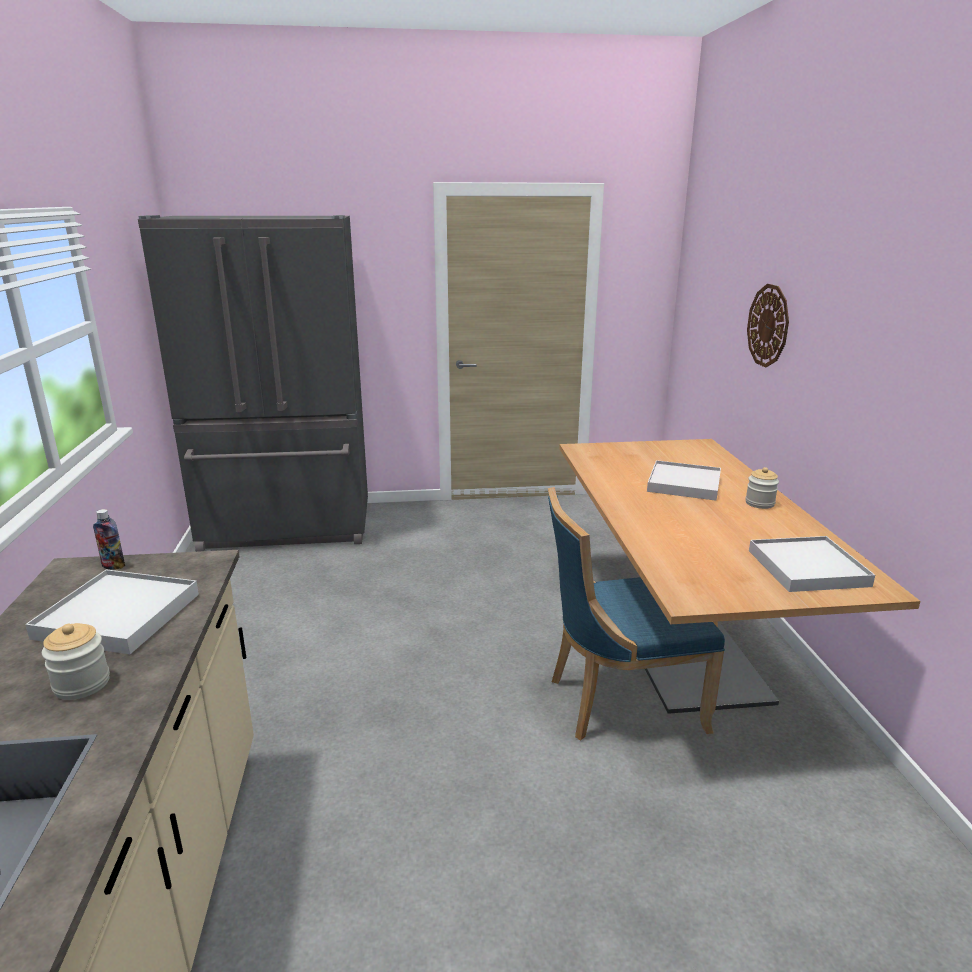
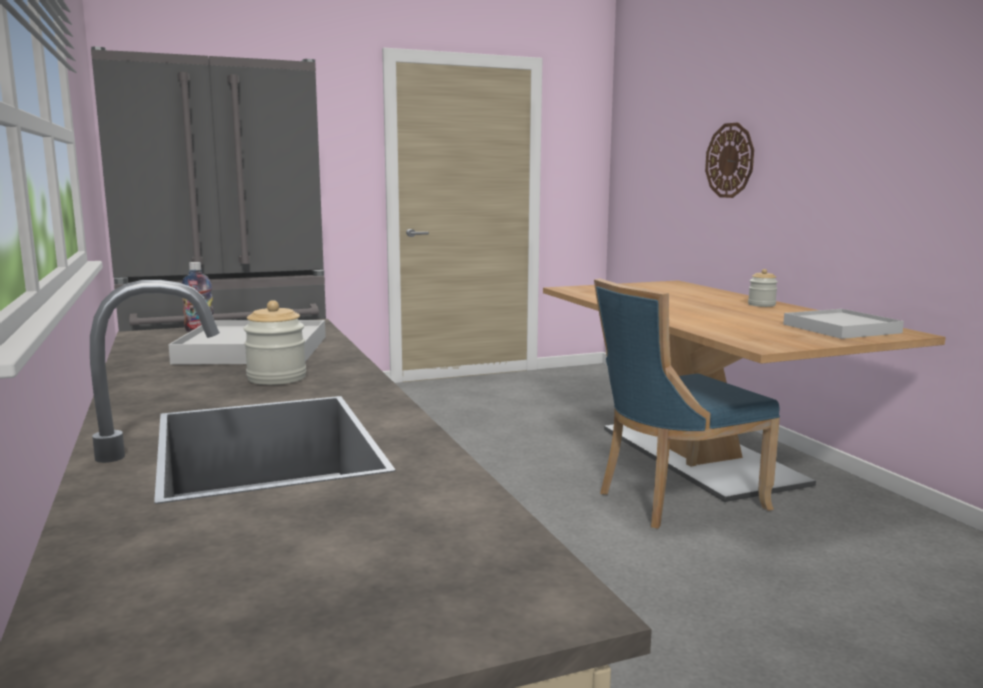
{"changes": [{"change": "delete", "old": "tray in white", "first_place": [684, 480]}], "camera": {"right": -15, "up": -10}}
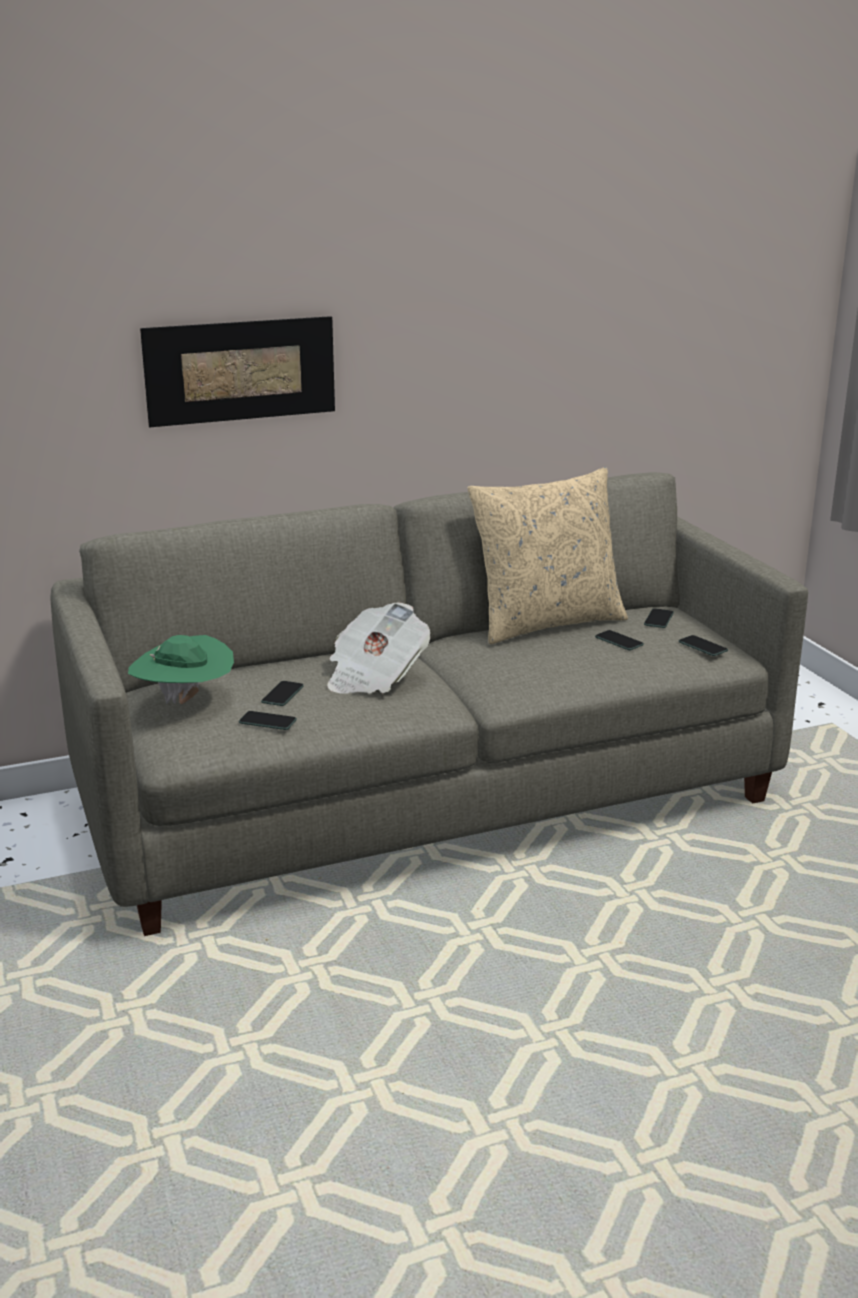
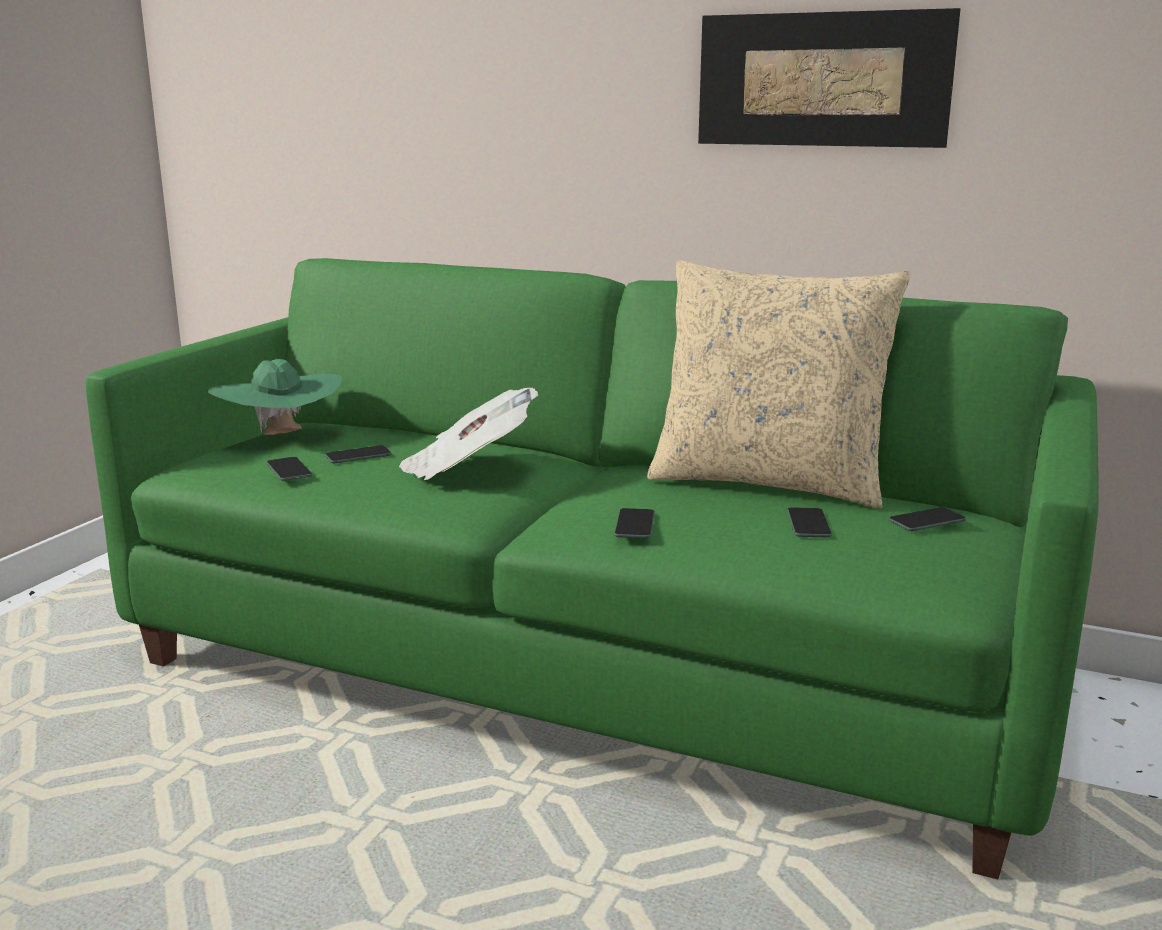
{"changes": [{"change": "move", "old": "picture", "first_place": [237, 371], "second_place": [829, 78]}, {"change": "recolor", "old": "sofa in grey", "new": "sofa in green", "first_place": [429, 704], "second_place": [592, 568]}, {"change": "move", "old": "phone", "first_place": [703, 645], "second_place": [634, 523]}], "camera": {"right": 45, "up": -5}}
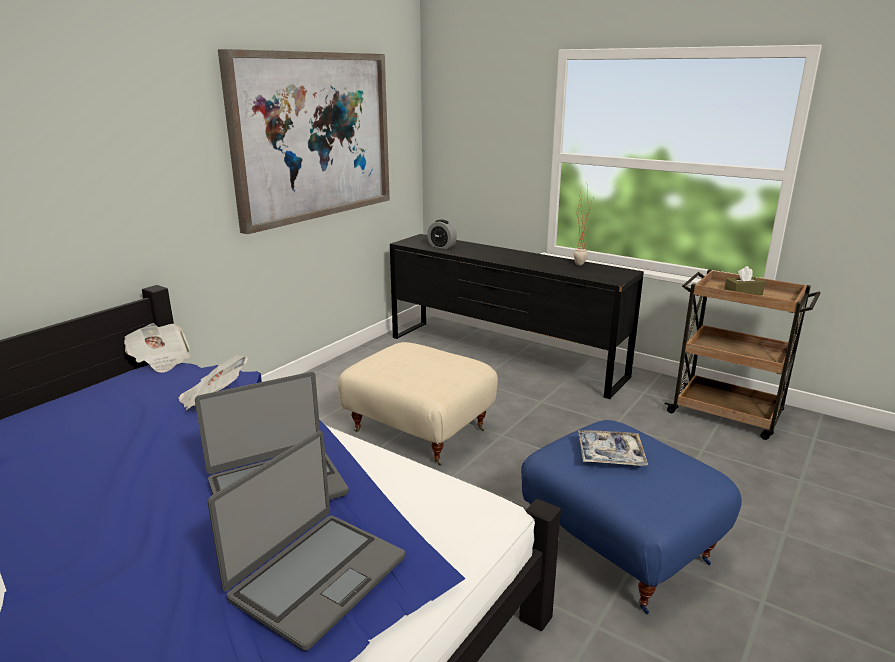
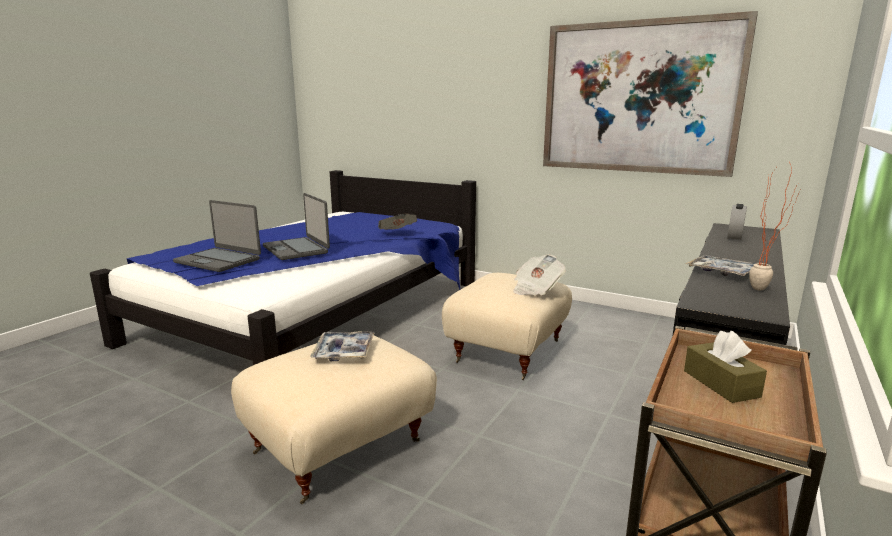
{"changes": [{"change": "move", "old": "newspaper", "first_place": [157, 348], "second_place": [539, 275]}, {"change": "recolor", "old": "ottoman in blue", "new": "ottoman in beige", "first_place": [631, 517], "second_place": [334, 420]}, {"change": "insert", "new": "tray", "second_place": [720, 265]}], "camera": {"right": 85, "up": -5}}
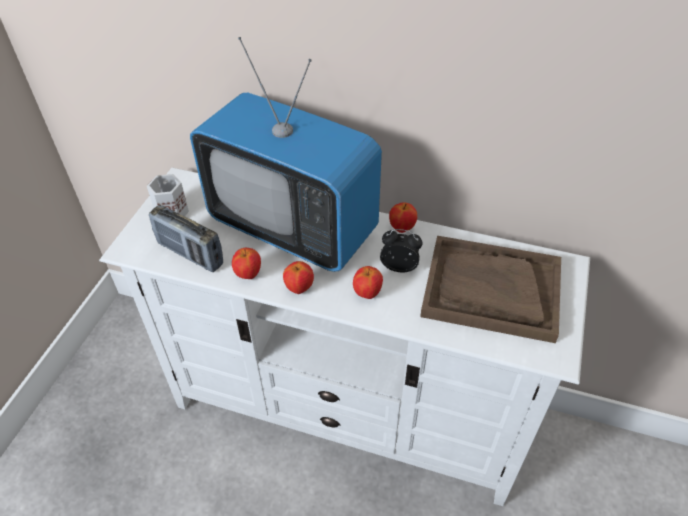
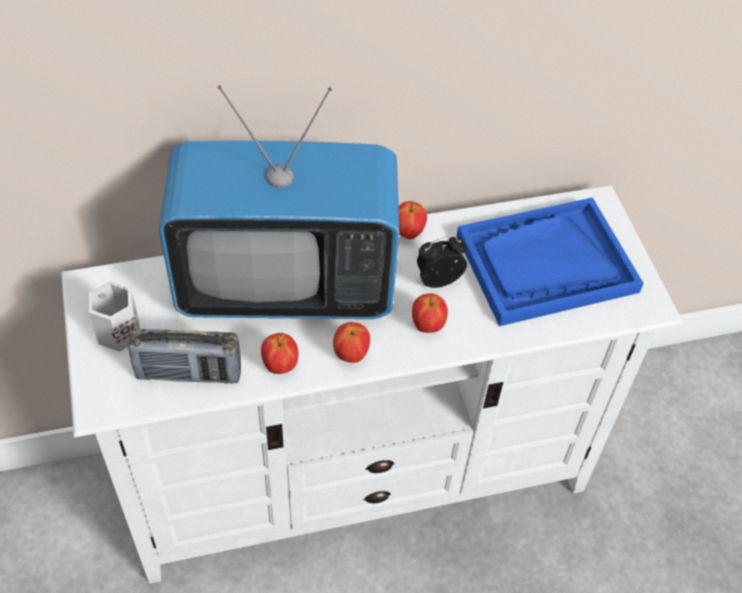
{"changes": [{"change": "recolor", "old": "tray in brown", "new": "tray in blue", "first_place": [490, 289], "second_place": [550, 261]}], "camera": {"right": -35, "up": 5}}
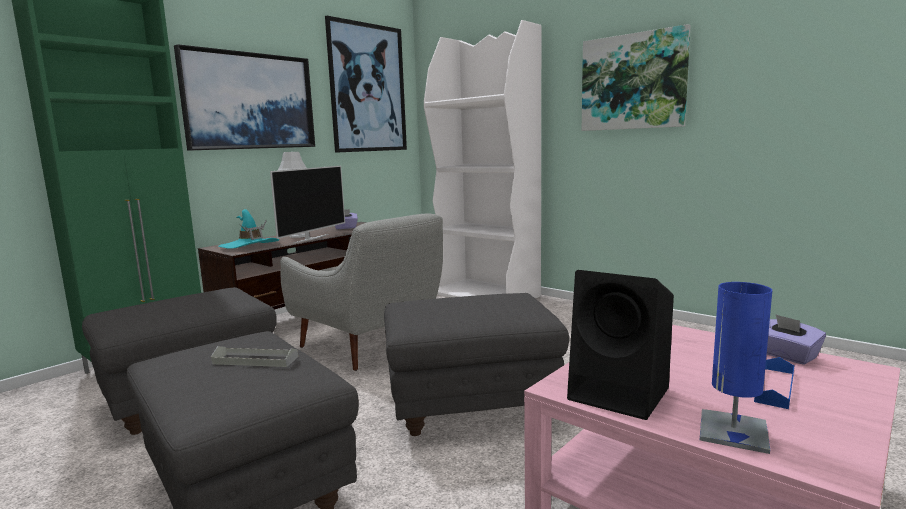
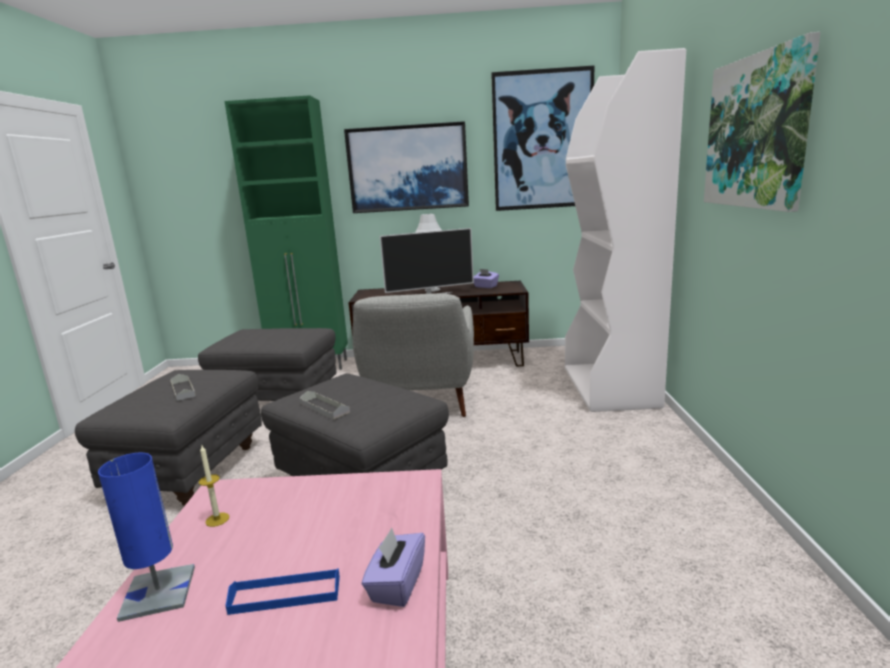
{"changes": [{"change": "delete", "old": "hat in turquoise", "first_place": [248, 229]}, {"change": "replace", "old": "speaker in black", "new": "candle", "first_place": [620, 345], "second_place": [214, 486]}, {"change": "insert", "new": "tray in grey", "second_place": [325, 405]}], "camera": {"right": 50, "up": 5}}
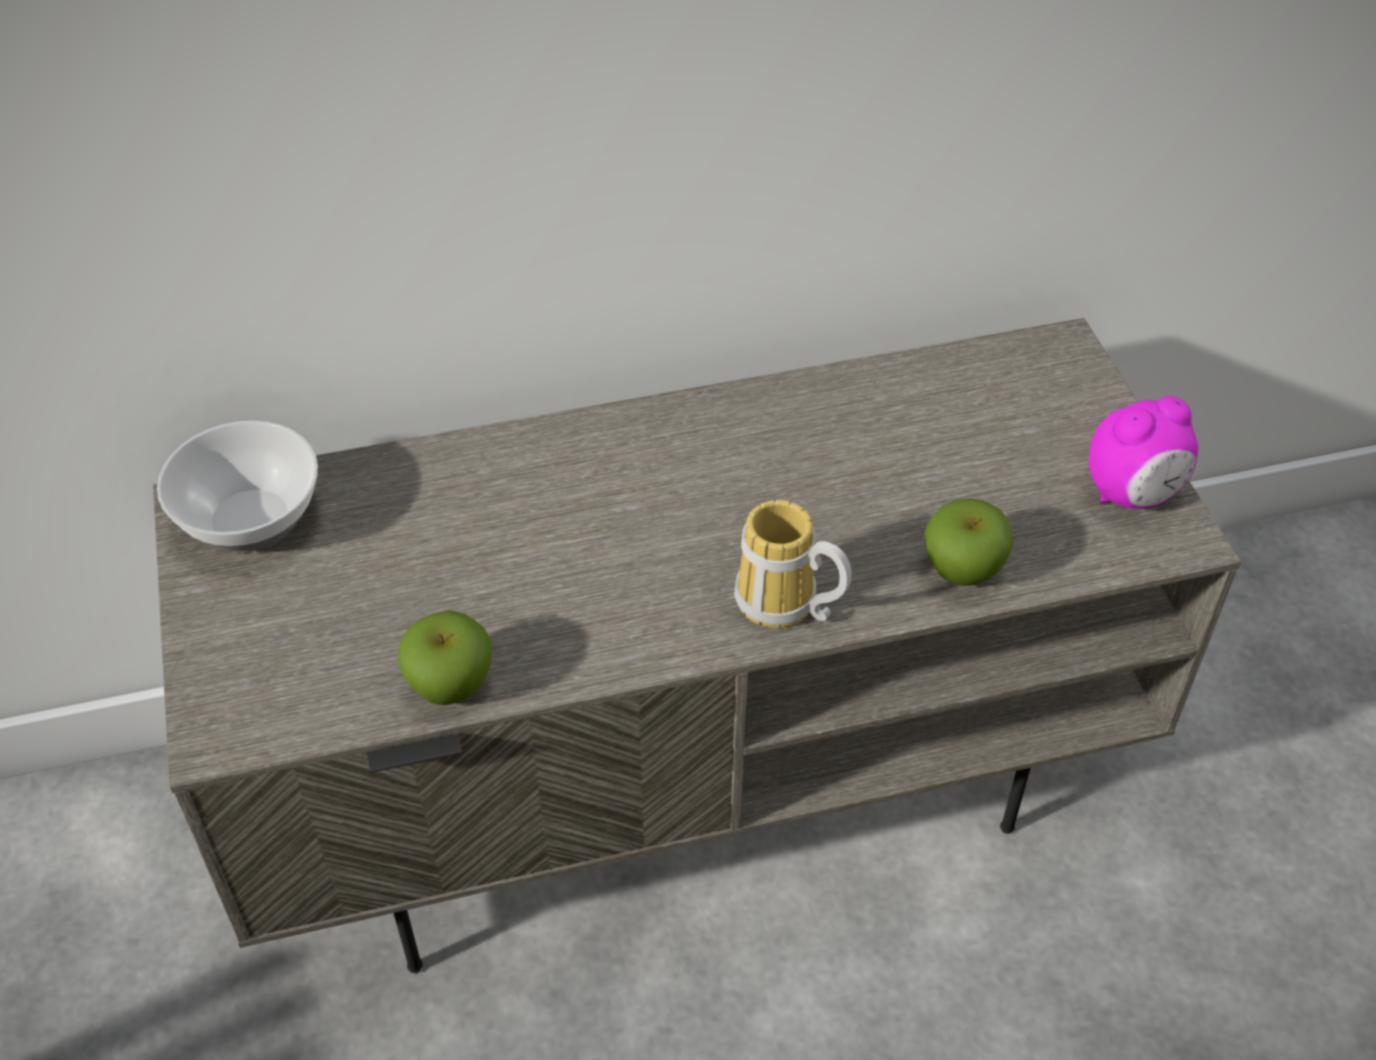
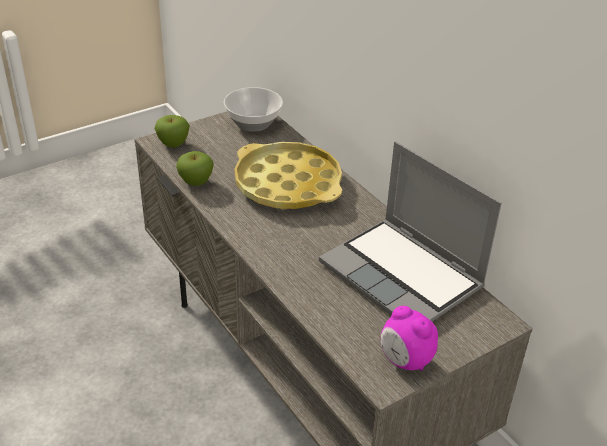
{"changes": [{"change": "move", "old": "apple", "first_place": [968, 542], "second_place": [172, 131]}, {"change": "delete", "old": "mug", "first_place": [793, 564]}, {"change": "insert", "new": "laptop", "second_place": [410, 231]}, {"change": "insert", "new": "tray in yellow", "second_place": [288, 176]}], "camera": {"right": 70, "up": -10}}
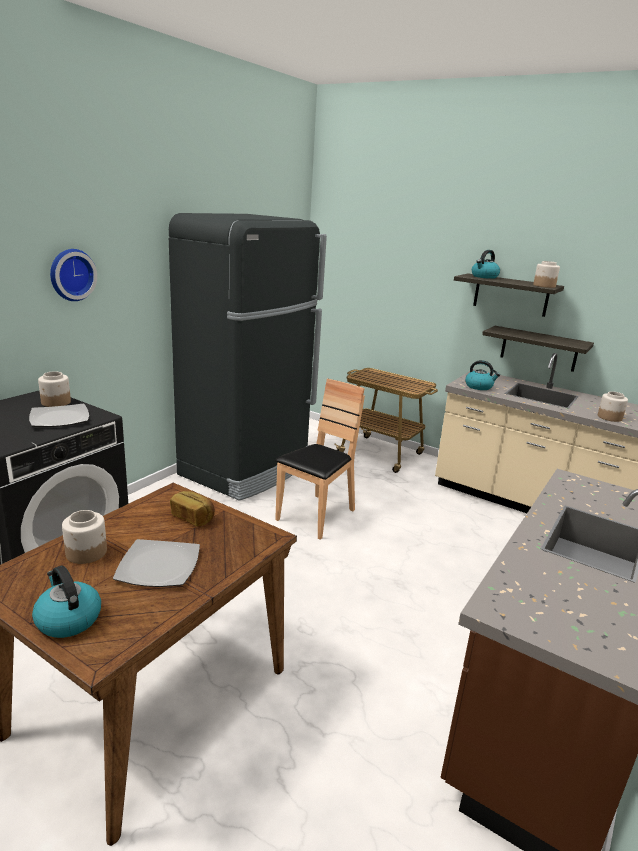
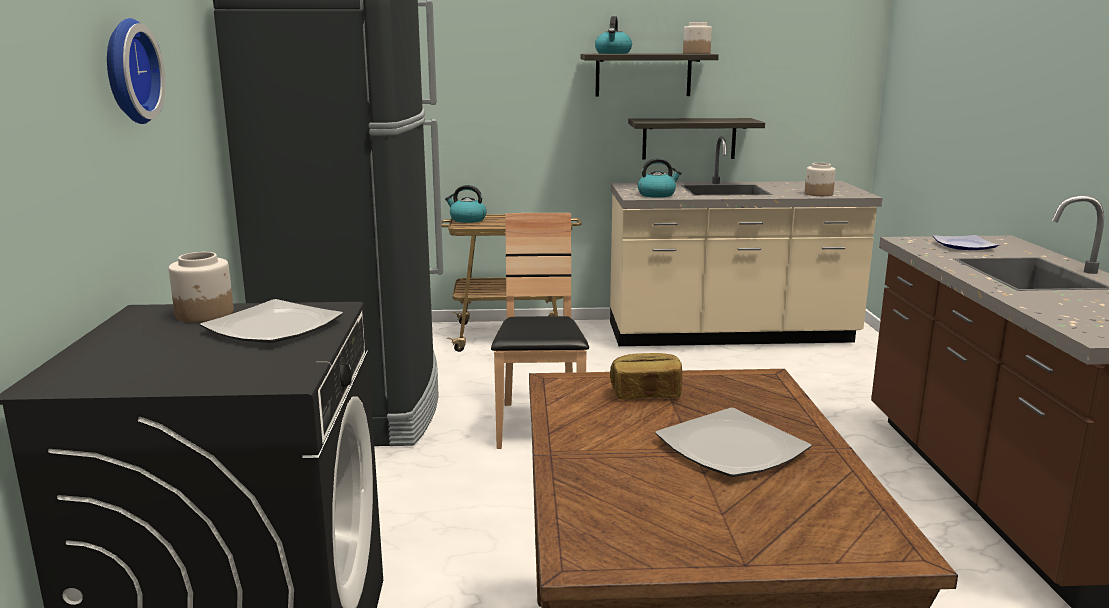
{"changes": [{"change": "delete", "old": "jar", "first_place": [84, 537]}, {"change": "move", "old": "kettle", "first_place": [66, 602], "second_place": [466, 204]}, {"change": "insert", "new": "plate", "second_place": [965, 242]}], "camera": {"right": -35, "up": -5}}
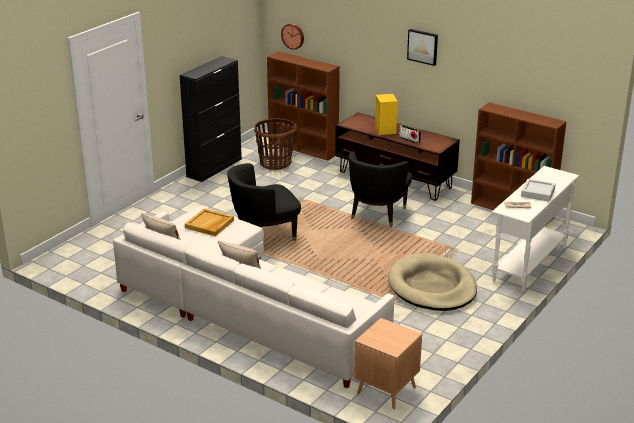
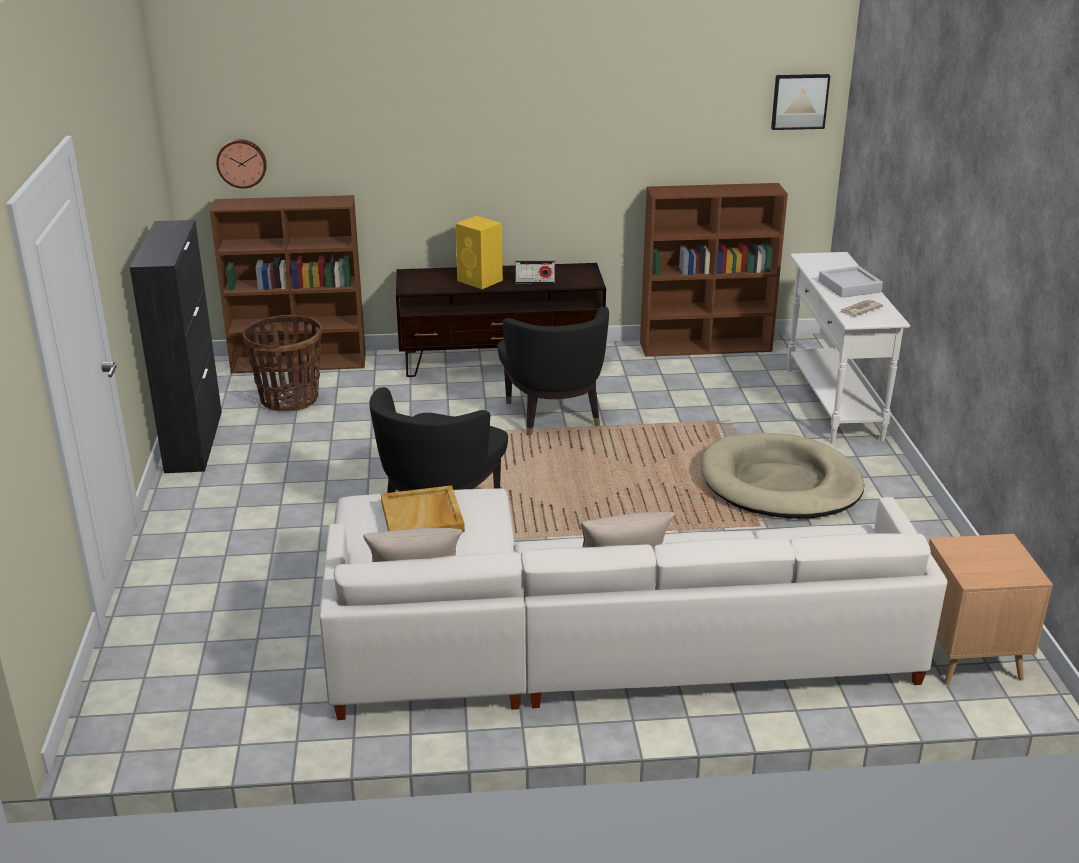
{"changes": [{"change": "move", "old": "picture", "first_place": [422, 47], "second_place": [800, 102]}], "camera": {"right": -40, "up": 0}}
